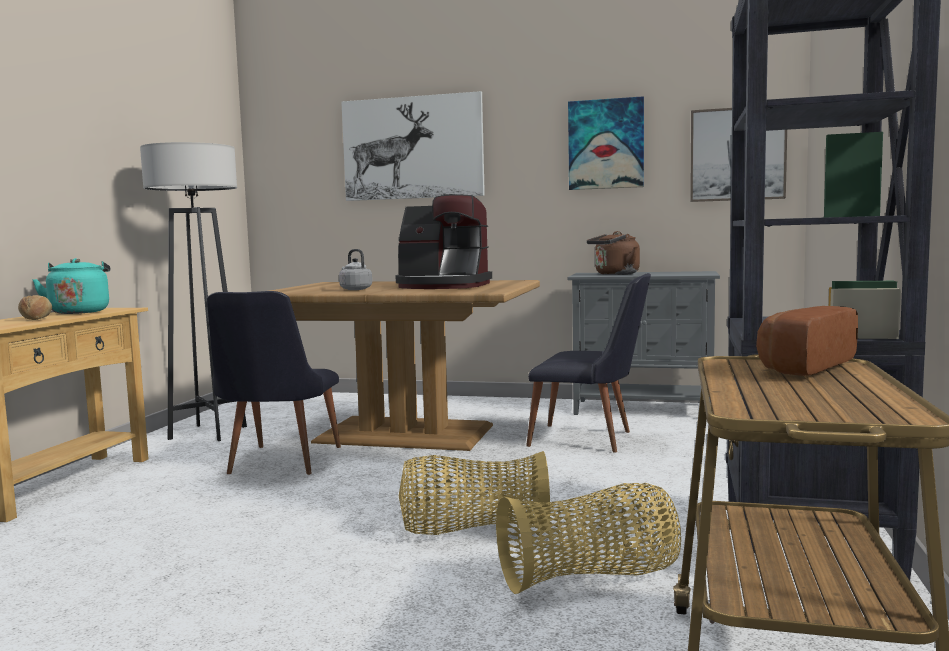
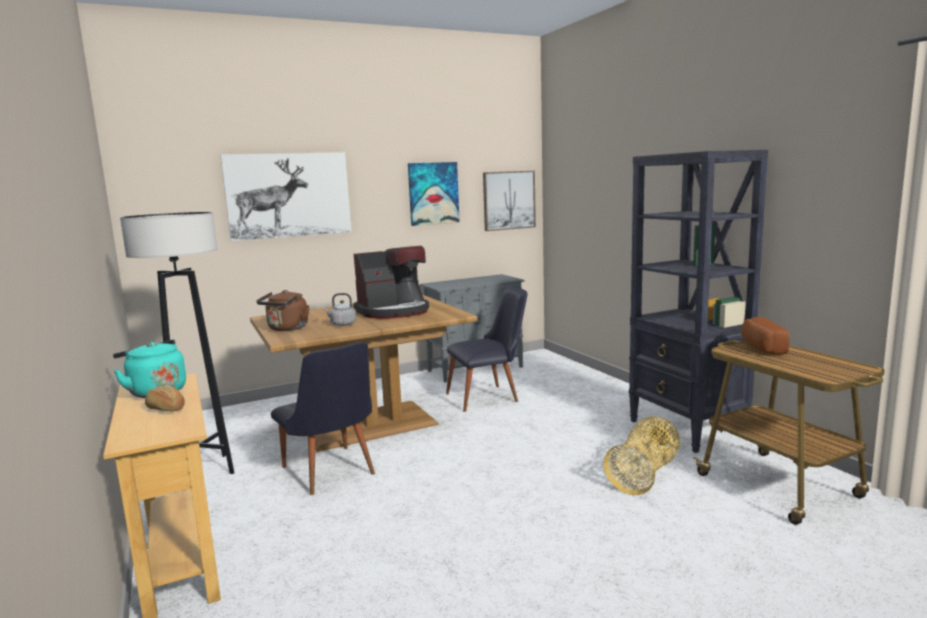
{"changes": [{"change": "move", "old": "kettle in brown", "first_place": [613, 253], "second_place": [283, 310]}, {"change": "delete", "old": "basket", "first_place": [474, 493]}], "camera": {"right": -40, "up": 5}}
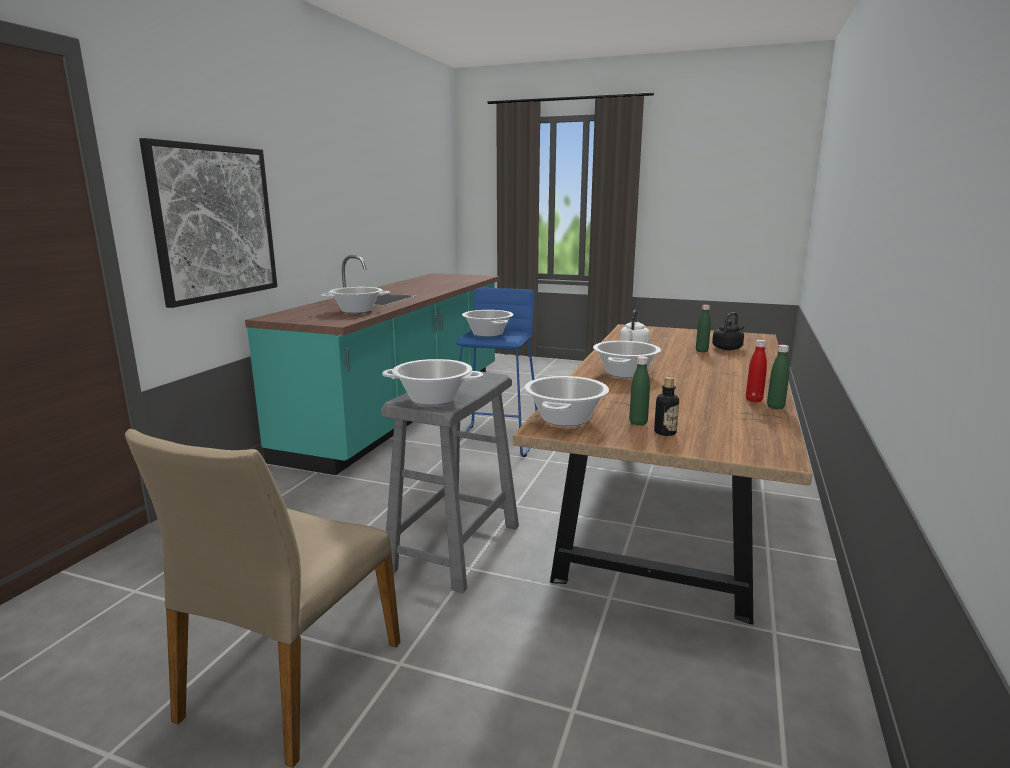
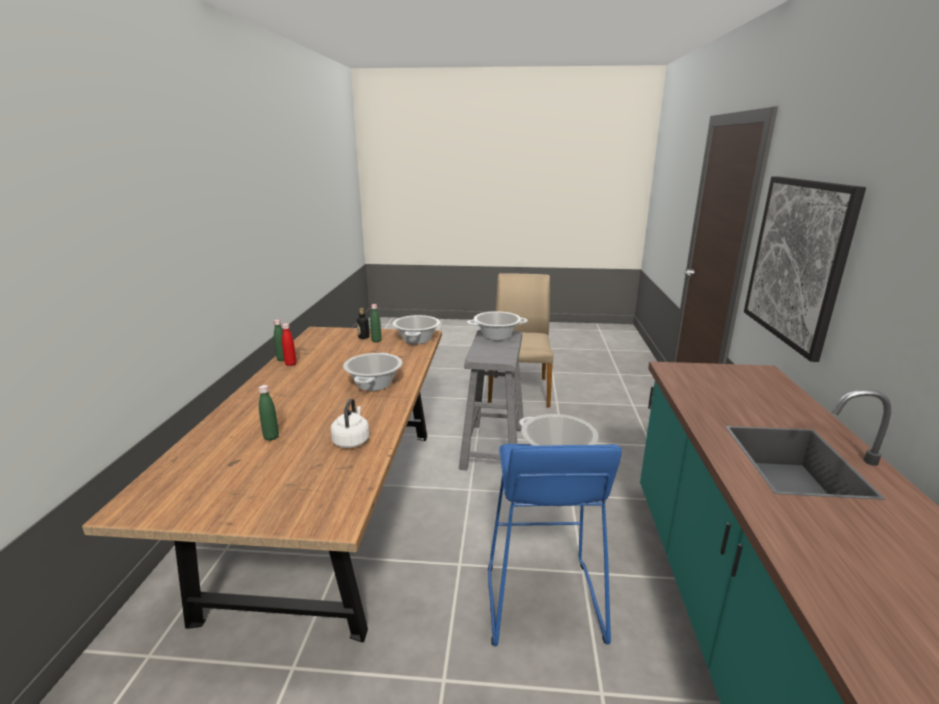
{"changes": [{"change": "delete", "old": "cooking pot", "first_place": [355, 300]}, {"change": "delete", "old": "kettle in black", "first_place": [728, 331]}], "camera": {"right": 165, "up": 5}}
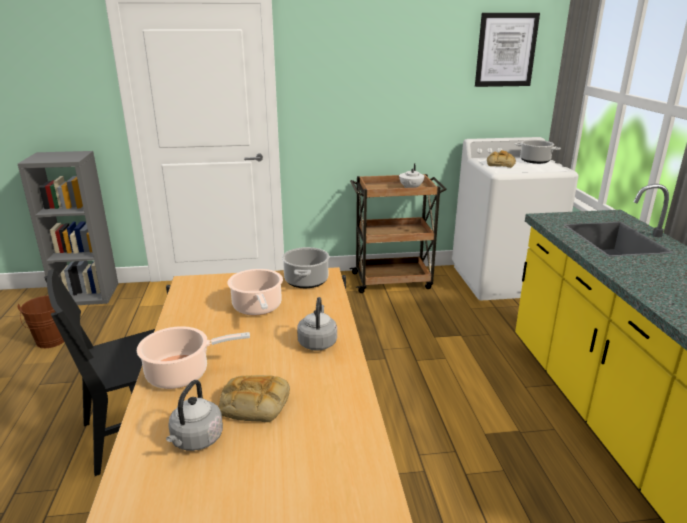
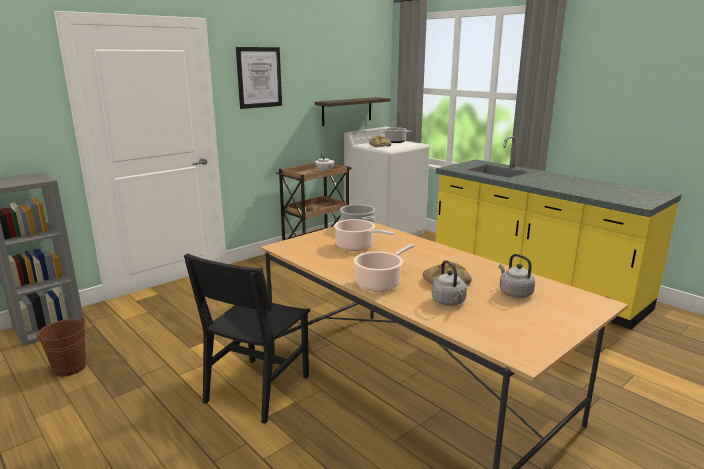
{"changes": [{"change": "move", "old": "picture", "first_place": [507, 50], "second_place": [259, 78]}, {"change": "move", "old": "kettle in grey", "first_place": [317, 324], "second_place": [517, 276]}, {"change": "insert", "new": "shelf", "second_place": [352, 111]}], "camera": {"right": -35, "up": -5}}
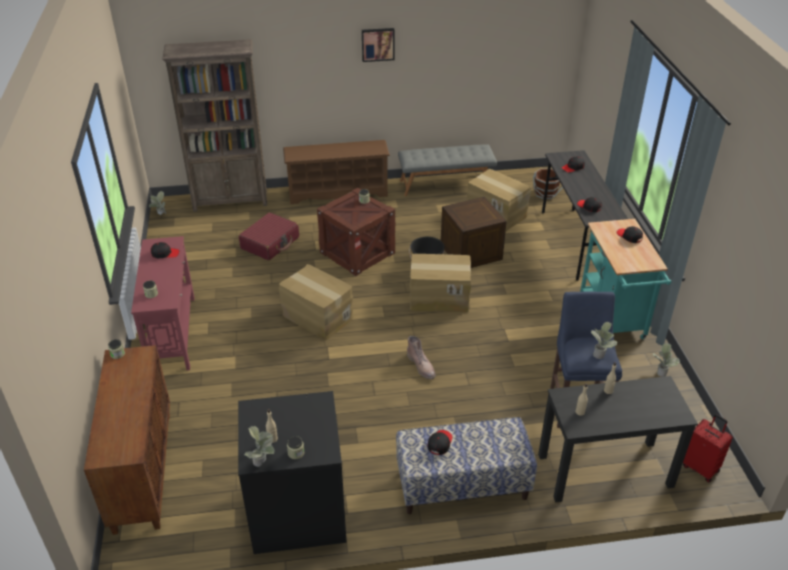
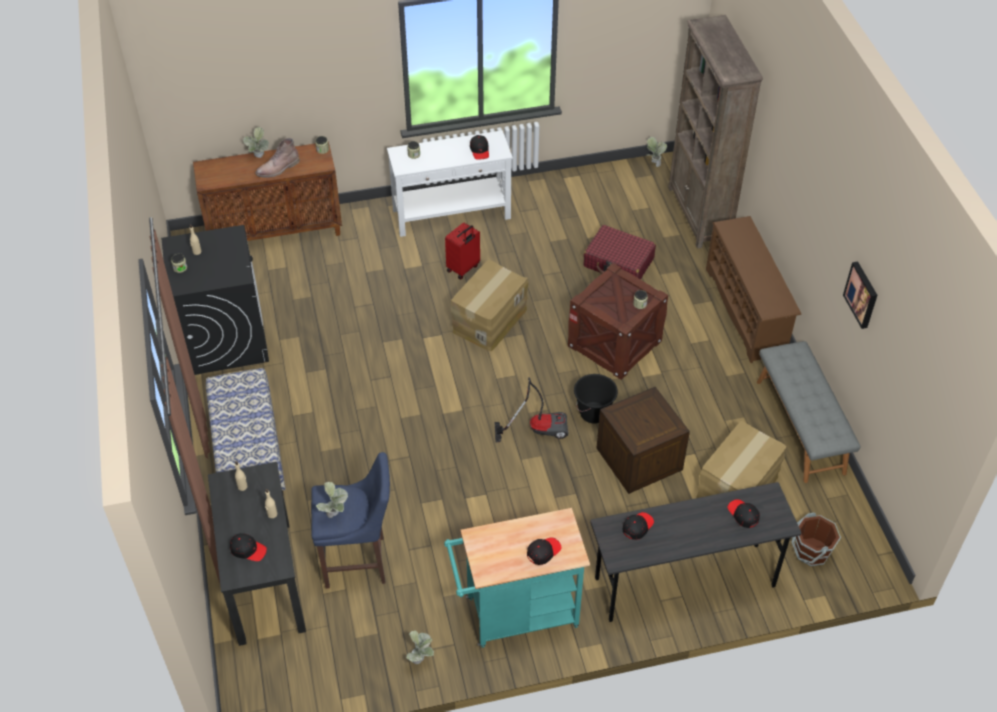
{"changes": [{"change": "move", "old": "picture", "first_place": [378, 45], "second_place": [860, 295]}, {"change": "recolor", "old": "console table in red", "new": "console table in white", "first_place": [163, 303], "second_place": [450, 183]}, {"change": "replace", "old": "cardboard box", "new": "vacuum cleaner", "first_place": [440, 283], "second_place": [531, 410]}, {"change": "move", "old": "boot in brown", "first_place": [421, 357], "second_place": [277, 158]}, {"change": "move", "old": "suitcase in red", "first_place": [708, 448], "second_place": [462, 250]}, {"change": "move", "old": "potted plant", "first_place": [259, 446], "second_place": [256, 142]}, {"change": "move", "old": "cap in black", "first_place": [439, 442], "second_place": [248, 547]}], "camera": {"right": 85, "up": 10}}
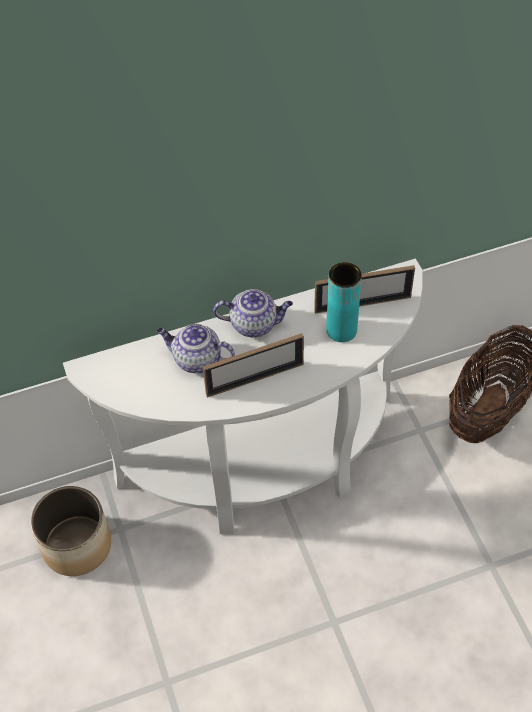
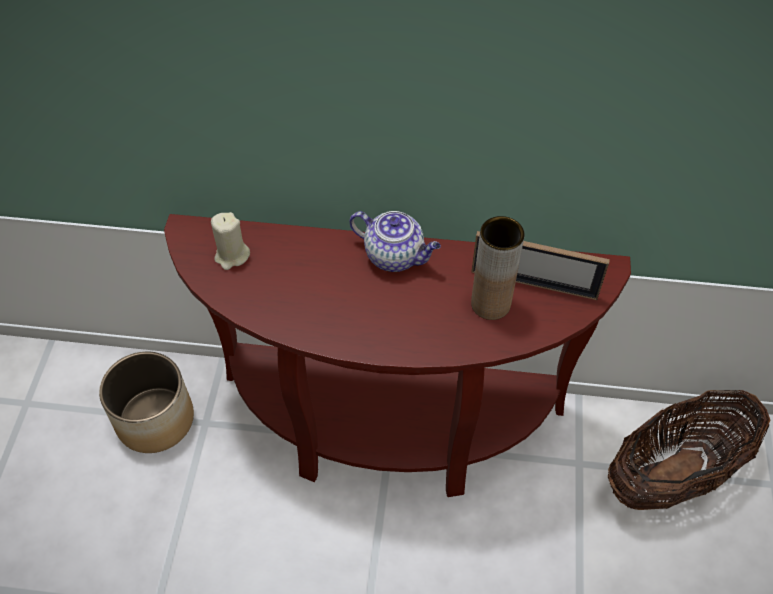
{"changes": [{"change": "recolor", "old": "console table in white", "new": "console table in brown", "first_place": [243, 396], "second_place": [397, 355]}, {"change": "recolor", "old": "vase in turquoise", "new": "vase in brown", "first_place": [344, 302], "second_place": [498, 268]}, {"change": "delete", "old": "teapot", "first_place": [196, 348]}, {"change": "delete", "old": "picture frame", "first_place": [253, 365]}, {"change": "insert", "new": "candle in beige", "second_place": [230, 241]}], "camera": {"right": 25, "up": 0}}
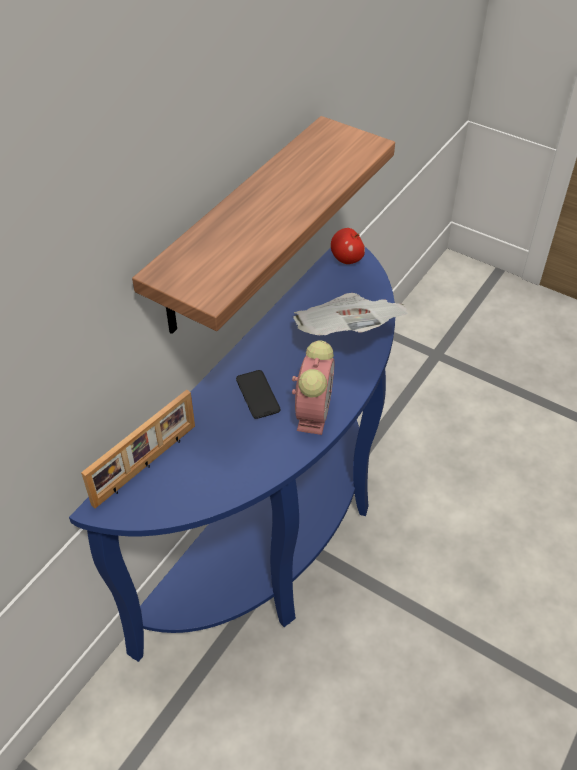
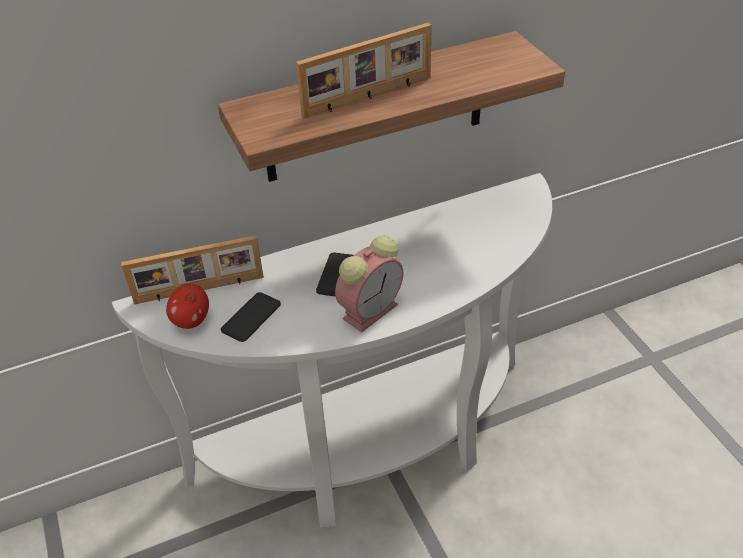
{"changes": [{"change": "move", "old": "apple", "first_place": [348, 246], "second_place": [187, 306]}, {"change": "recolor", "old": "console table in blue", "new": "console table in white", "first_place": [232, 454], "second_place": [332, 350]}, {"change": "delete", "old": "newspaper", "first_place": [350, 314]}, {"change": "insert", "new": "picture frame", "second_place": [364, 71]}, {"change": "insert", "new": "phone", "second_place": [251, 317]}], "camera": {"right": 35, "up": -5}}
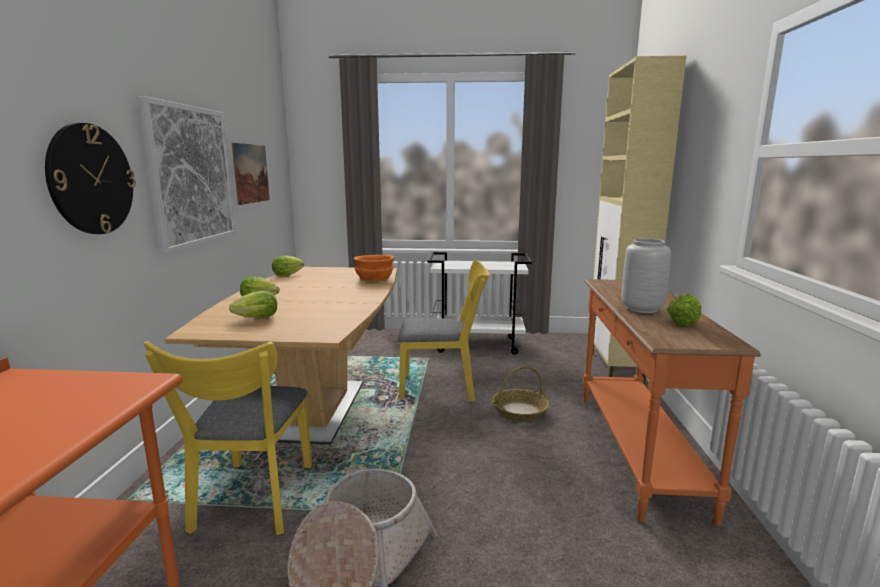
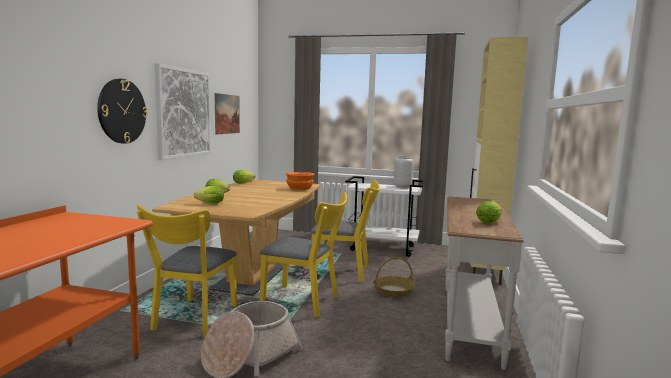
{"changes": [{"change": "move", "old": "vase in grey", "first_place": [646, 275], "second_place": [403, 172]}, {"change": "recolor", "old": "console table in orange", "new": "console table in white", "first_place": [672, 402], "second_place": [484, 283]}, {"change": "insert", "new": "chair in yellow", "second_place": [303, 254]}], "camera": {"right": 10, "up": -5}}
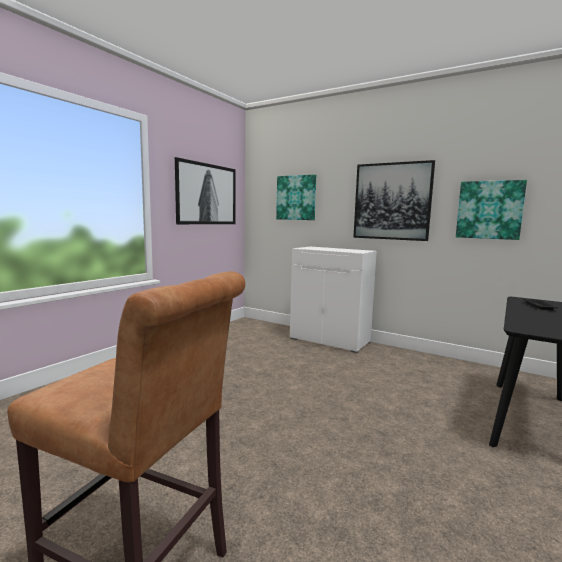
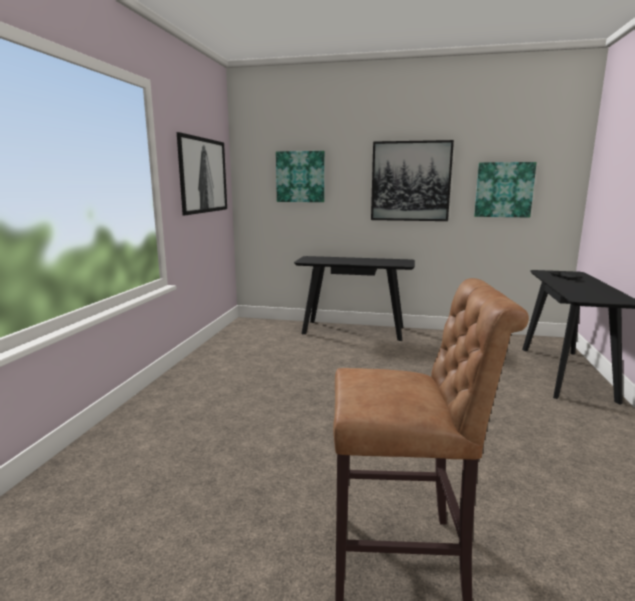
{"changes": [{"change": "replace", "old": "cabinet in white", "new": "console table in black", "first_place": [333, 300], "second_place": [354, 298]}], "camera": {"right": -20, "up": 5}}
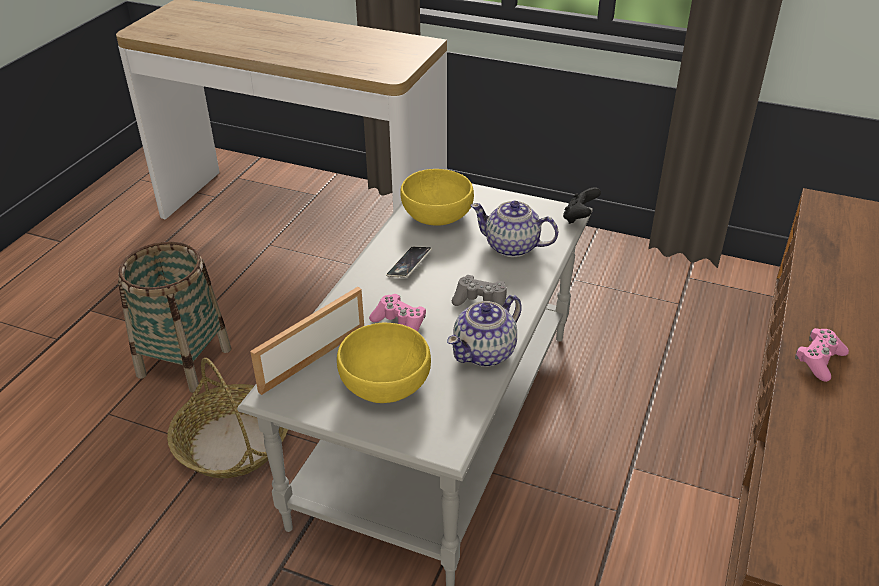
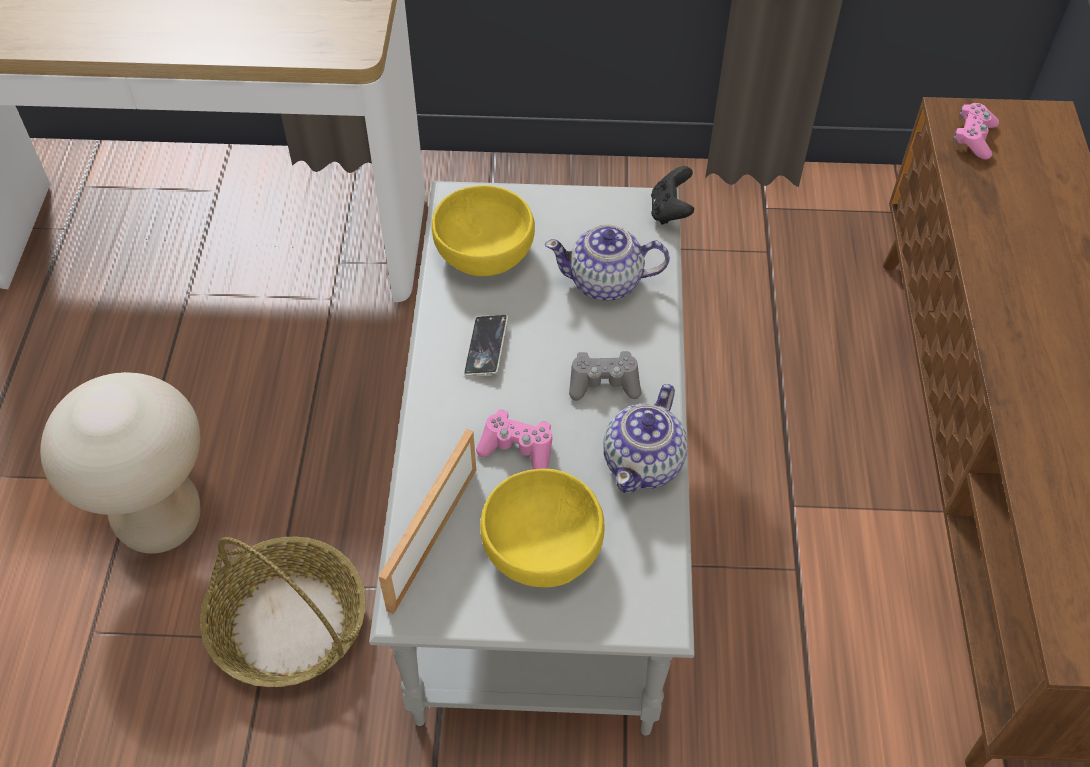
{"changes": [{"change": "replace", "old": "basket", "new": "stool in beige", "first_place": [174, 317], "second_place": [120, 463]}, {"change": "move", "old": "game controller in pink", "first_place": [822, 355], "second_place": [976, 131]}], "camera": {"right": -20, "up": 15}}
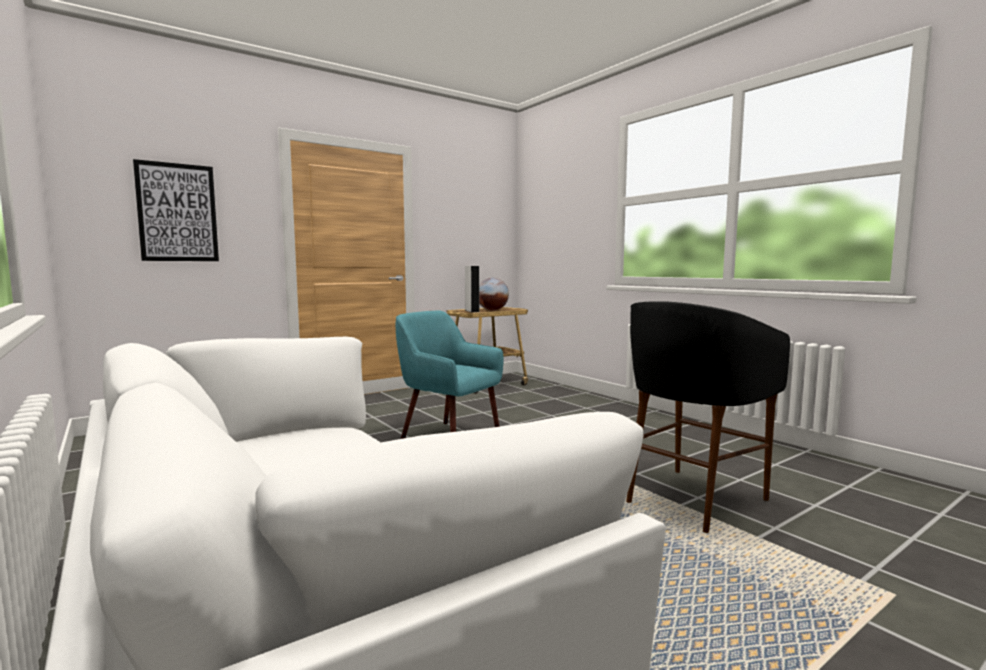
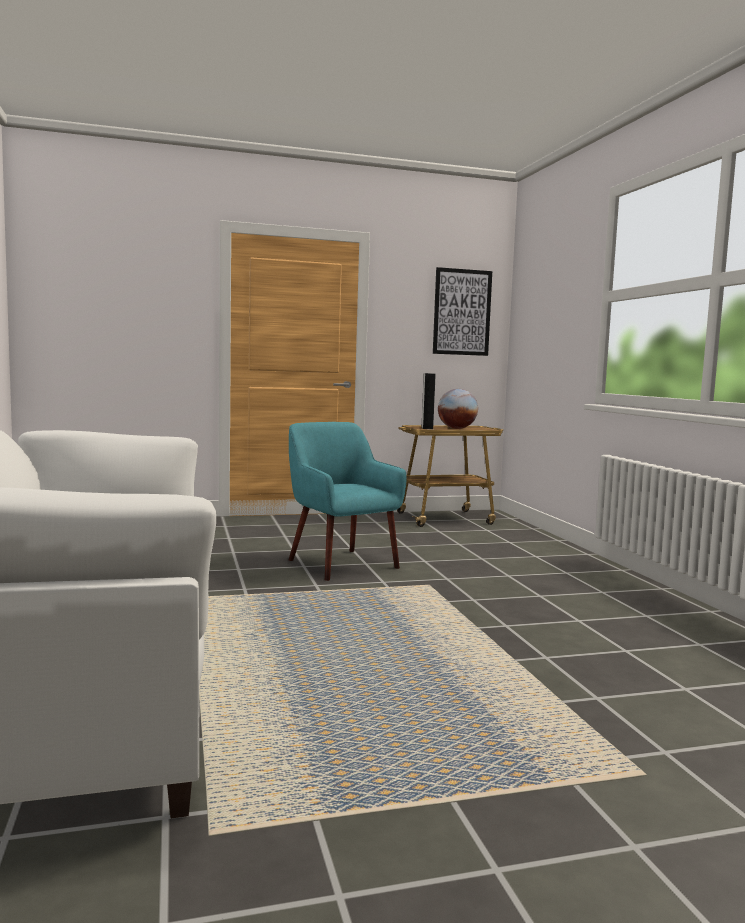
{"changes": [{"change": "move", "old": "picture", "first_place": [176, 210], "second_place": [462, 311]}, {"change": "delete", "old": "stool in black", "first_place": [708, 417]}], "camera": {"right": 20, "up": 0}}
